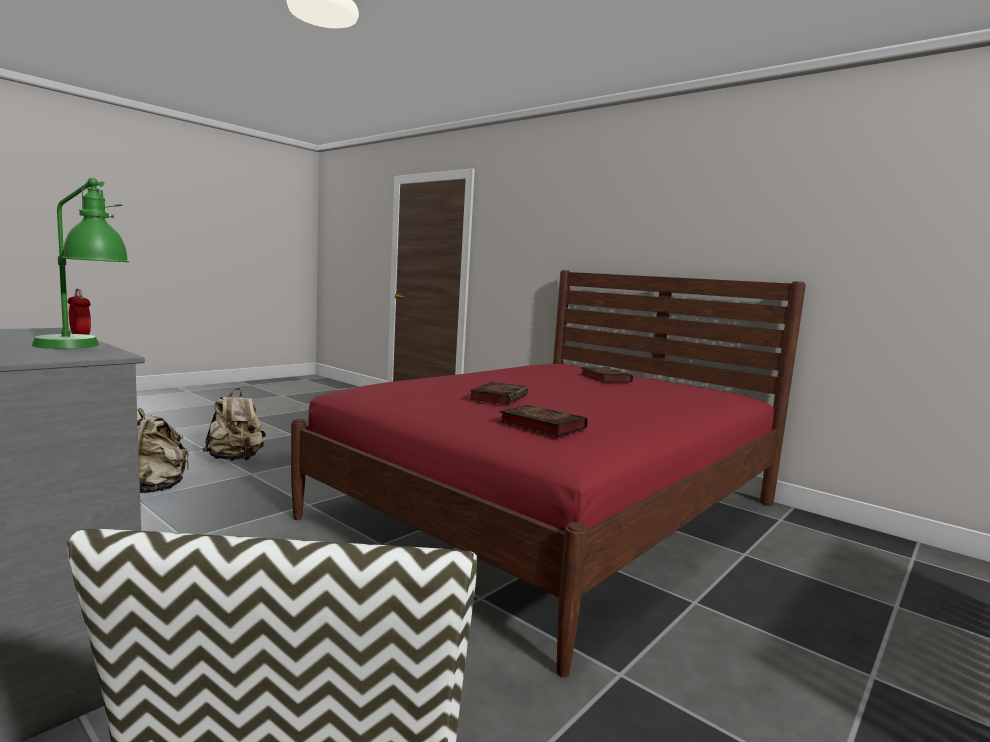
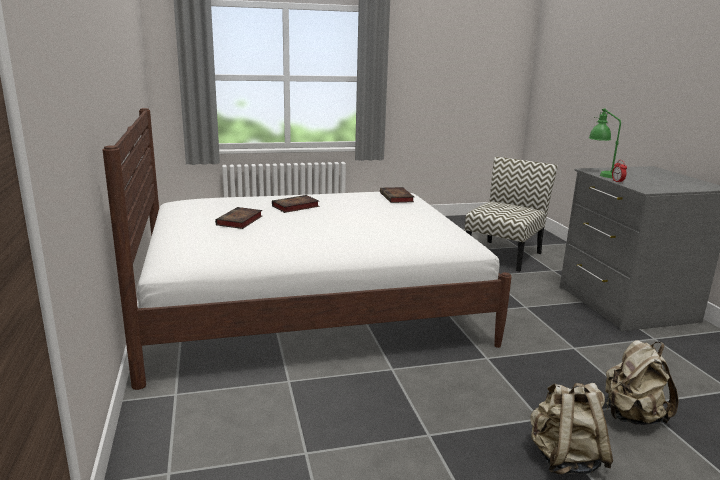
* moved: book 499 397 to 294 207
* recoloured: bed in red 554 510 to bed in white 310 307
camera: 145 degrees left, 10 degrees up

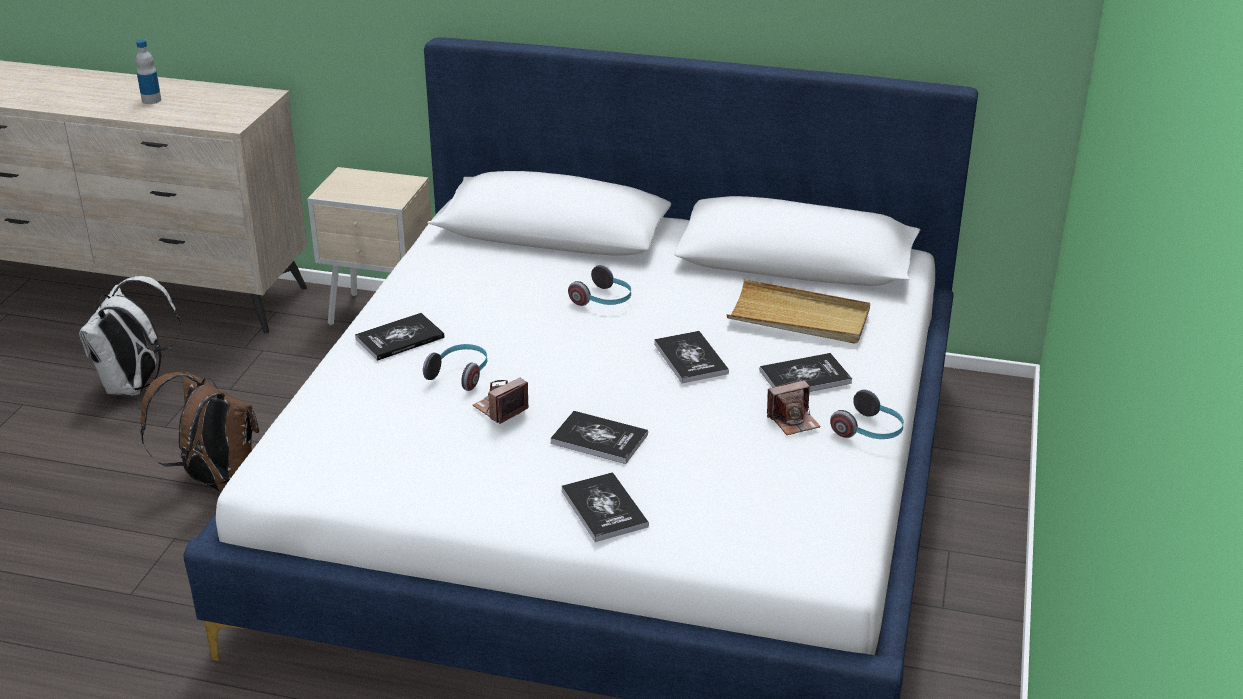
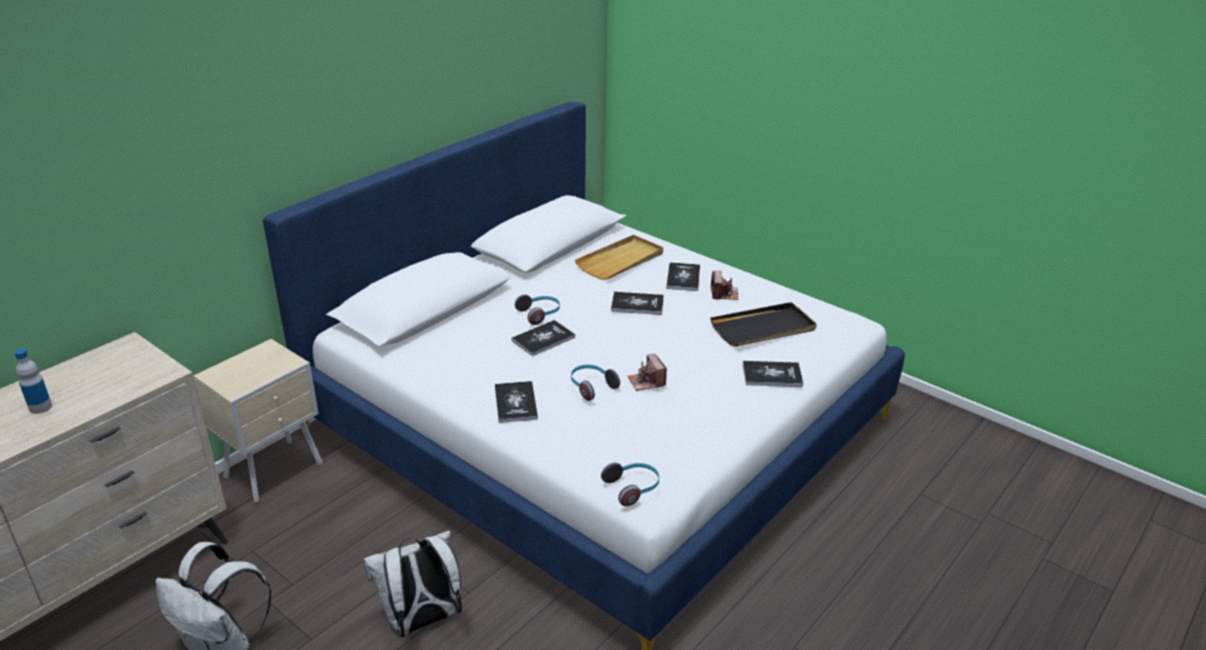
* added: tray in black 763 328
* moved: book 599 439 to 543 339
* moved: headphones 870 431 to 633 488
* recoloured: backpack in brown 214 481 to backpack in white 421 621
camera: 65 degrees left, 0 degrees up

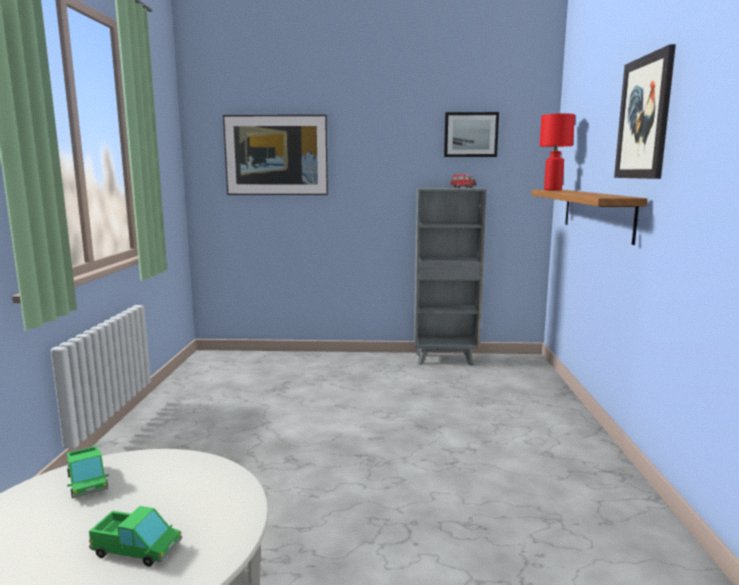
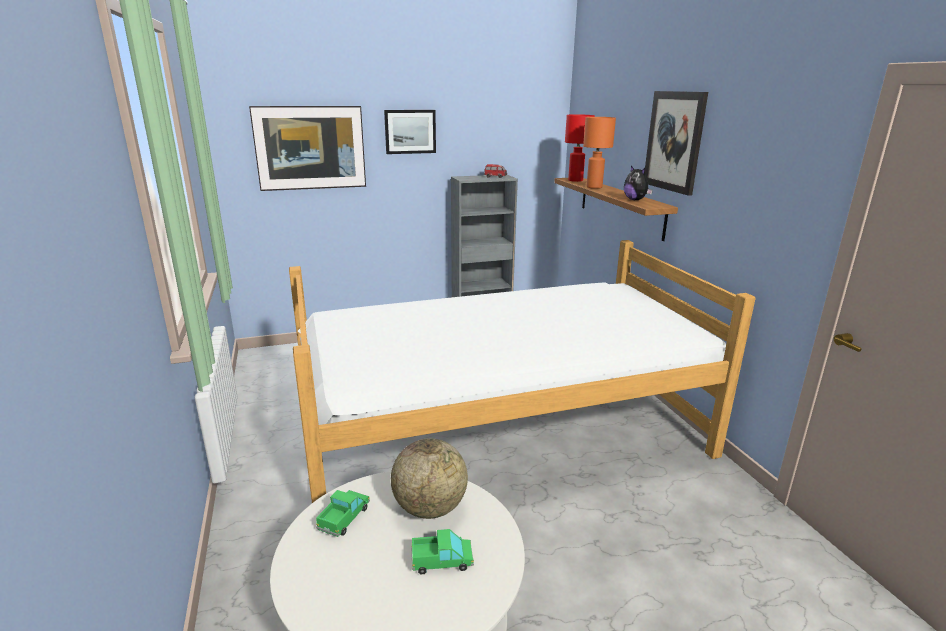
* added: bed 503 434
* added: globe 430 508
* added: table lamp in orange 594 187
* added: plush toy 635 200
* moved: picture 471 134 to 410 131
* turned: toy truck 87 482 = 344 518 105 degrees counterclockwise
camera: 20 degrees left, 10 degrees up

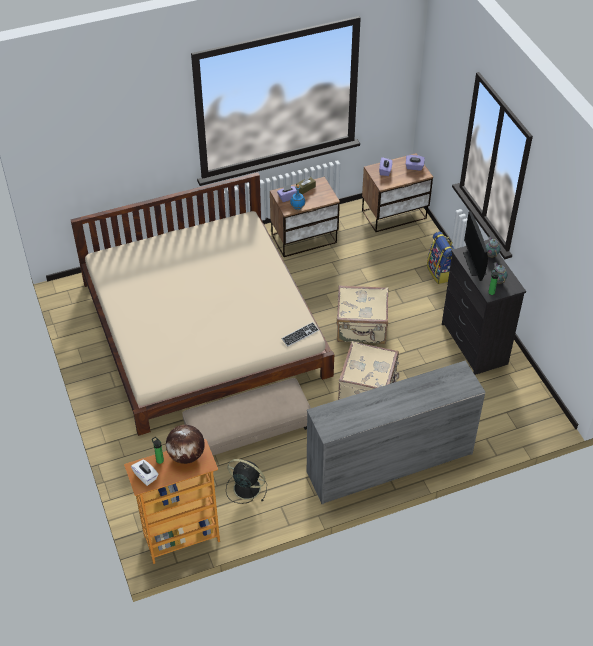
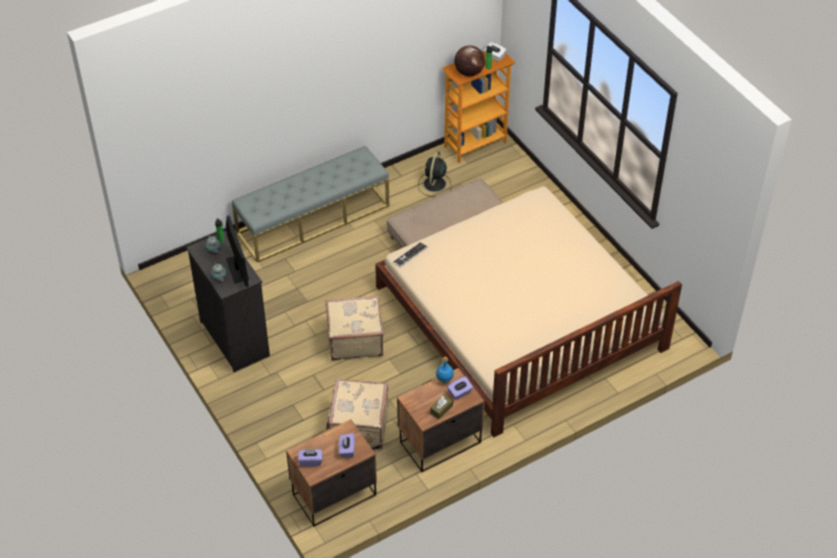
* removed: backpack 440 272
* moved: suitcase in beige 368 388 to 358 427
* replaced: dresser in grey 389 462 to bench in grey 313 219
* turned: fan in black 245 487 = 434 185 90 degrees clockwise
camera: 170 degrees right, 0 degrees up

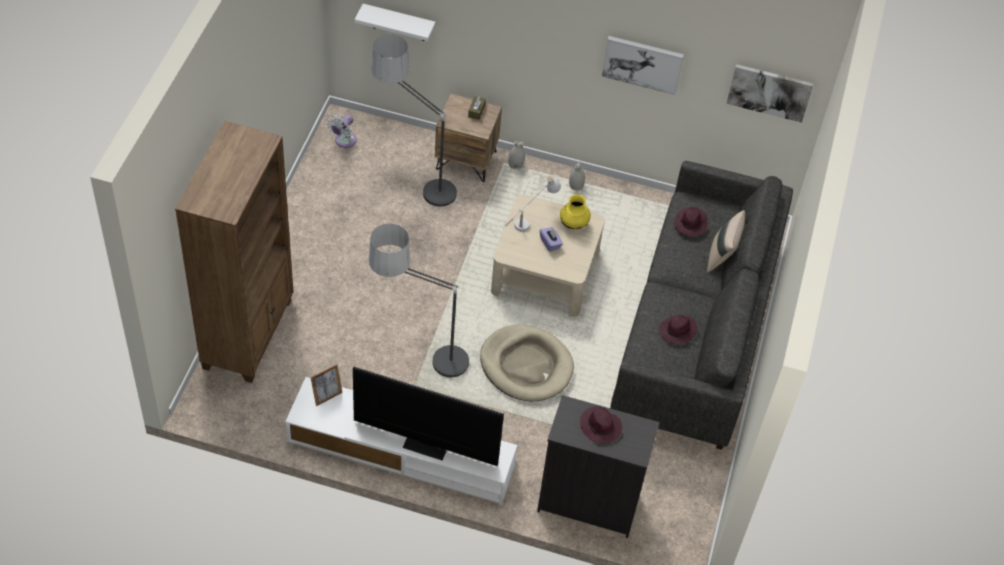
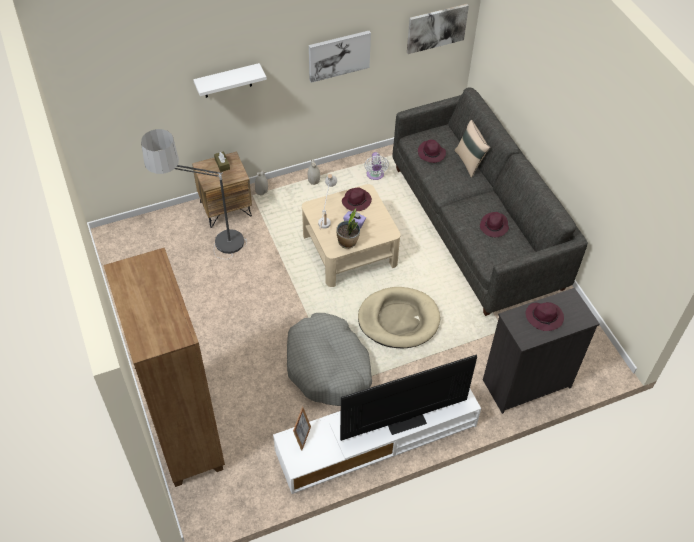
* added: potted plant 348 242
* moved: fan in white 343 141 to 375 175
* moved: shelf in white 398 23 to 227 81
* replaced: floor lamp 420 362 to dog bed in grey 328 367
* replaced: vase in yellow 573 224 to hat in purple 356 201
camera: 35 degrees left, 0 degrees up

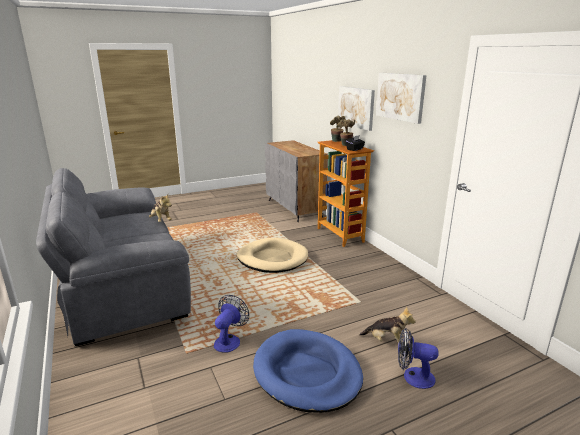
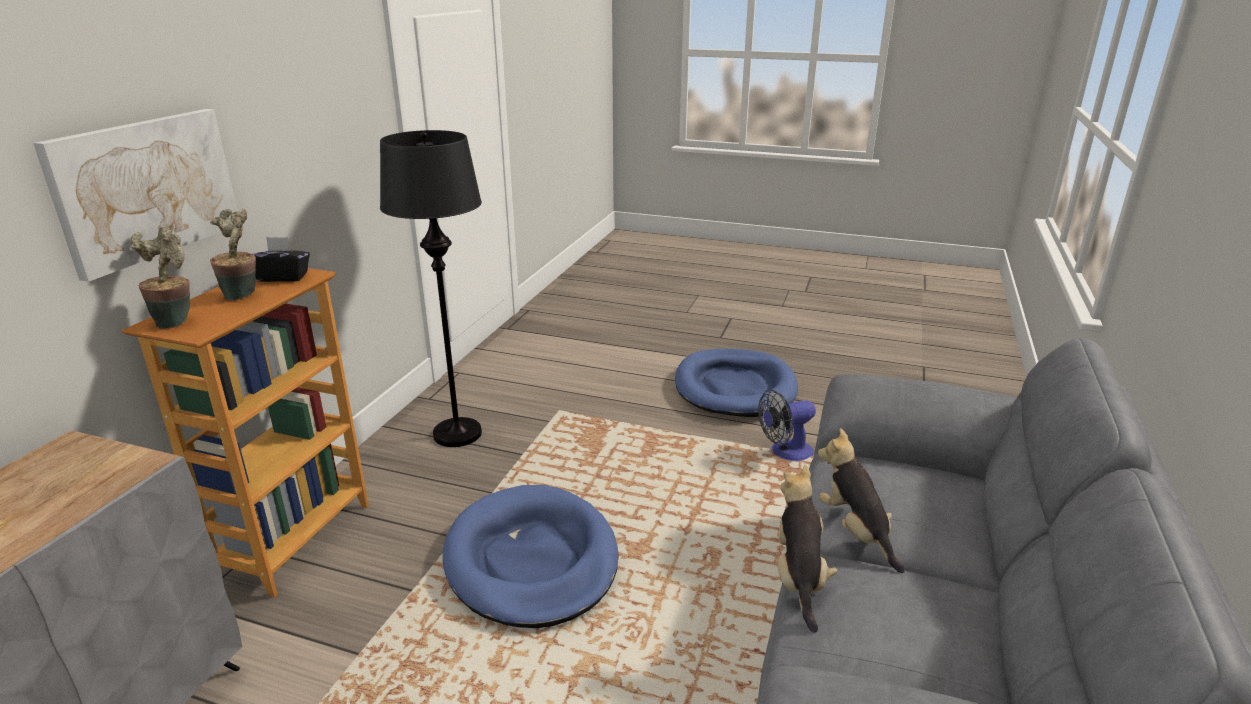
* removed: picture 400 96
* removed: fan 413 377
* added: floor lamp in black 457 433
* moved: plush toy 386 341 to 855 531
* recoloured: dog bed in beige 272 258 to dog bed in blue 531 560
camera: 135 degrees left, 5 degrees up

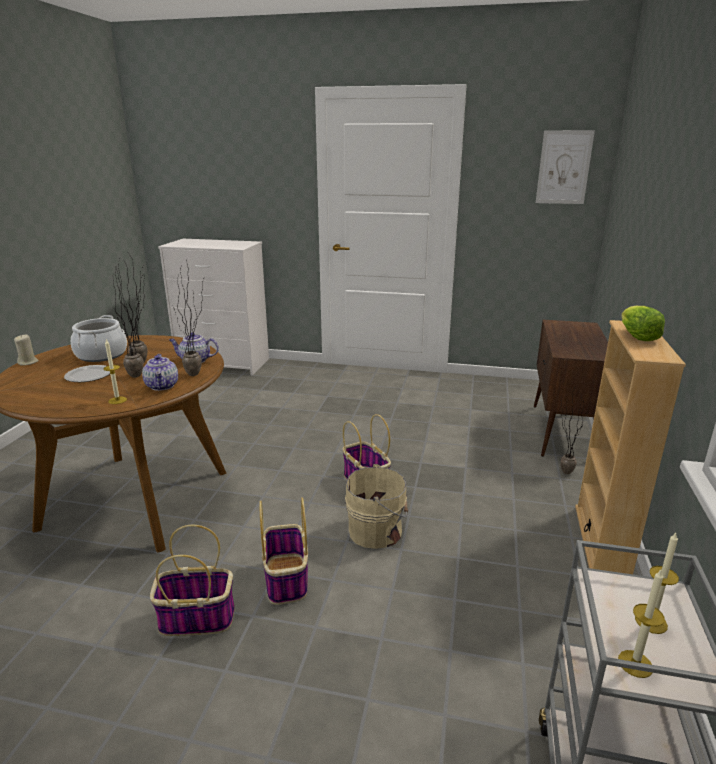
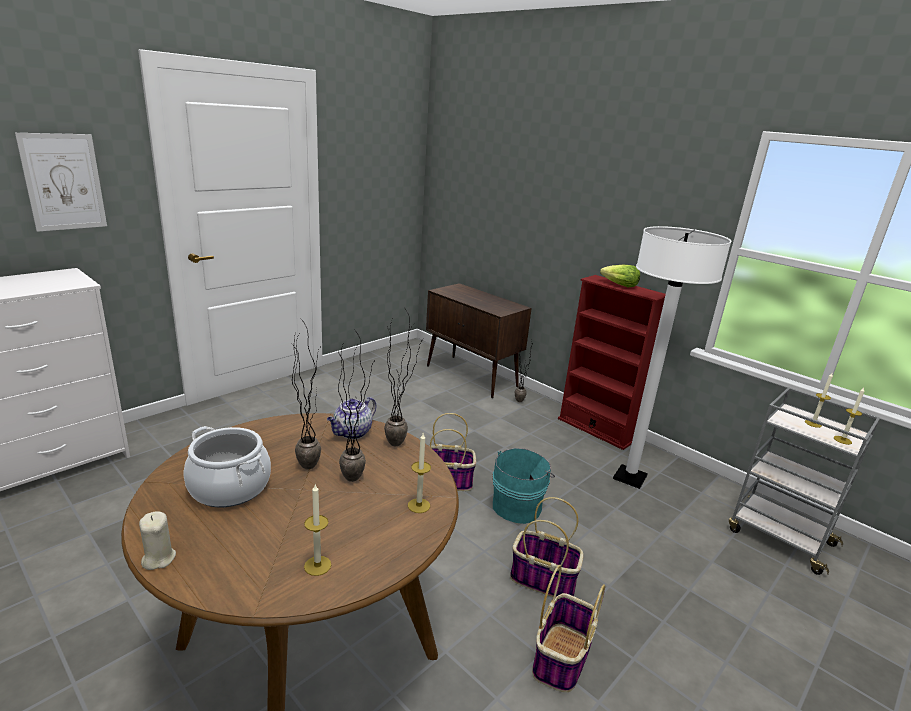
* removed: plate 89 375
* removed: teapot 162 386
* added: candle 317 565
* added: floor lamp in white 630 478
* moved: picture 564 167 to 63 182
* recoloured: bucket in beige 378 531 to bucket in turquoise 518 505
* recoloured: bookcase in beige 601 540 to bookcase in red 596 429
camera: 60 degrees left, 0 degrees up

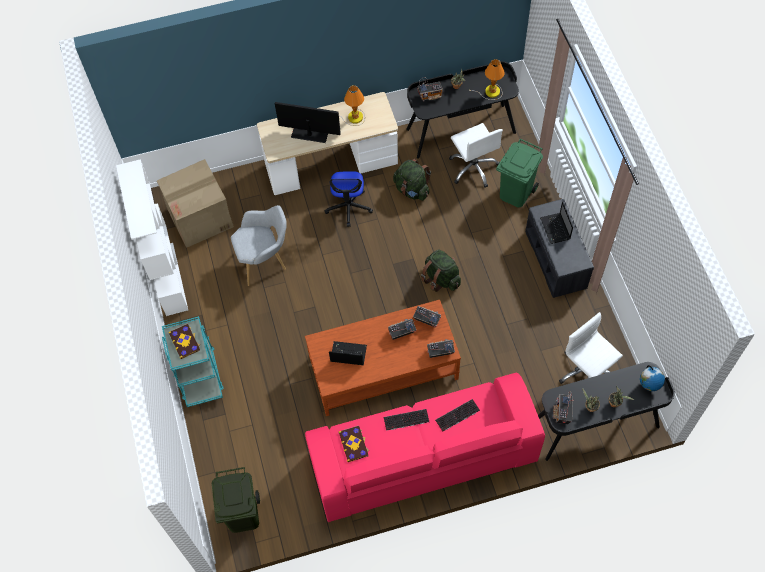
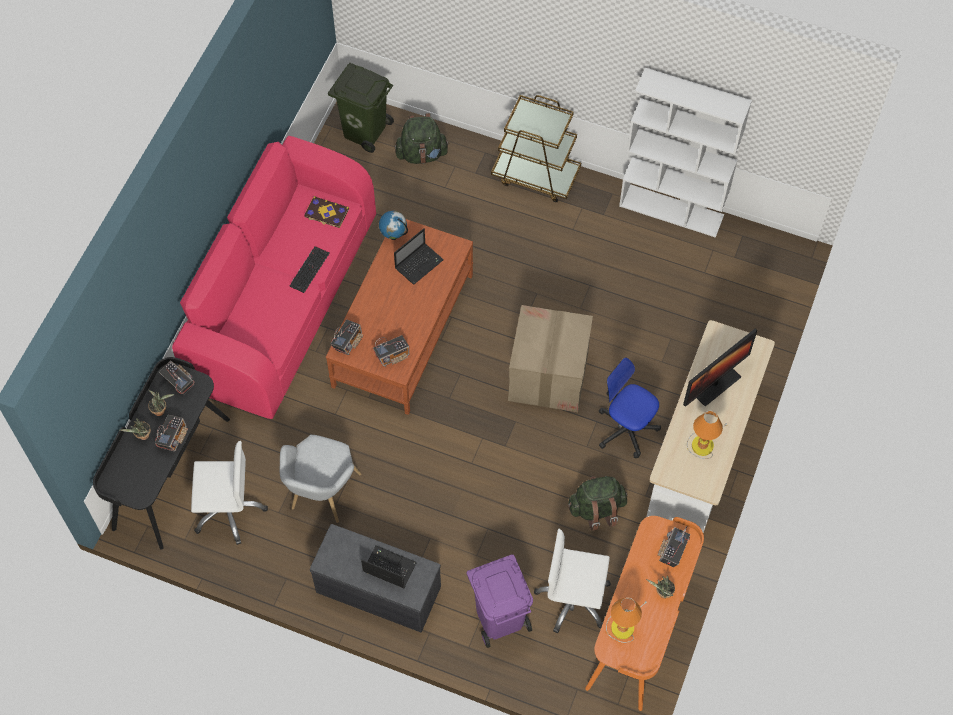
* removed: book 185 341
* removed: keyboard 457 416
* moved: cardboard box 201 217 to 548 376
* moved: armchair in grey 265 261 to 322 495
* moved: radio 401 333 to 173 438
* moved: backpack in green 441 278 to 422 154
* moved: globe 648 386 to 393 236
* recoloured: cart in turquoise 199 375 to cart in brown 536 175
* recoloured: desk in black 460 130 to desk in orange 641 627
* recoloured: trash can in green 515 193 to trash can in purple 500 617
camera: 125 degrees right, 0 degrees up

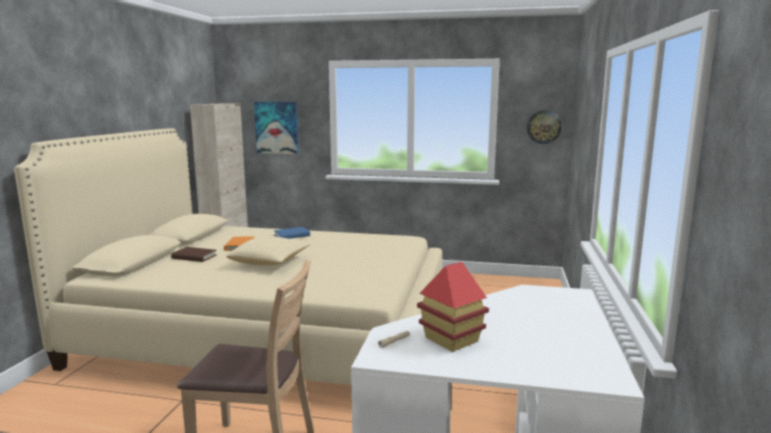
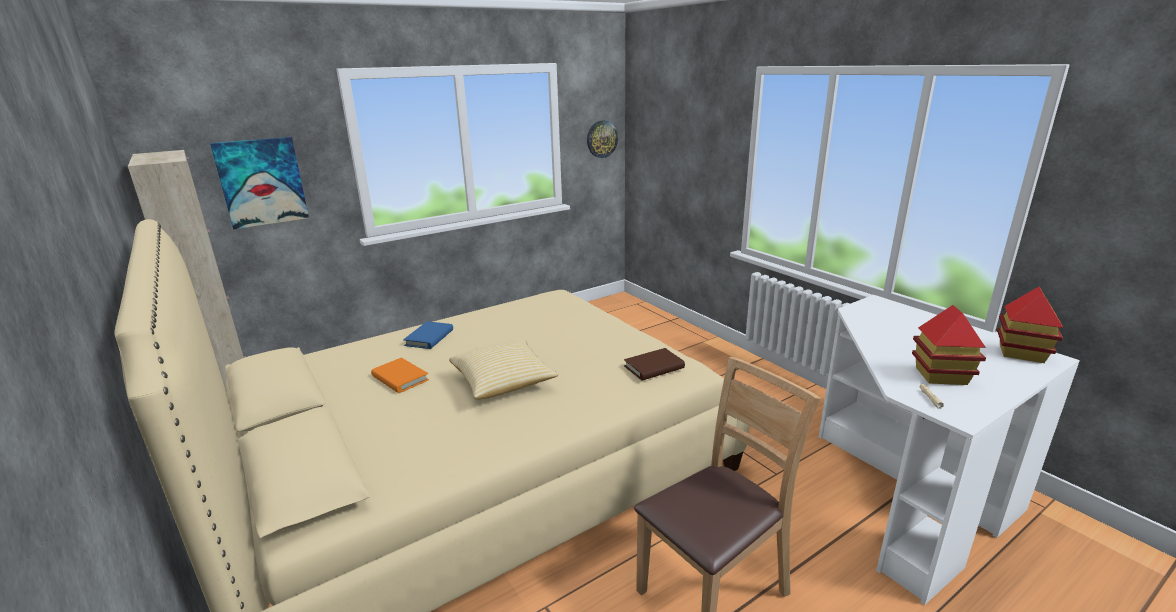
* added: toy house 1021 353
* moved: book in brown 194 257 to 654 367
camera: 45 degrees left, 10 degrees up

